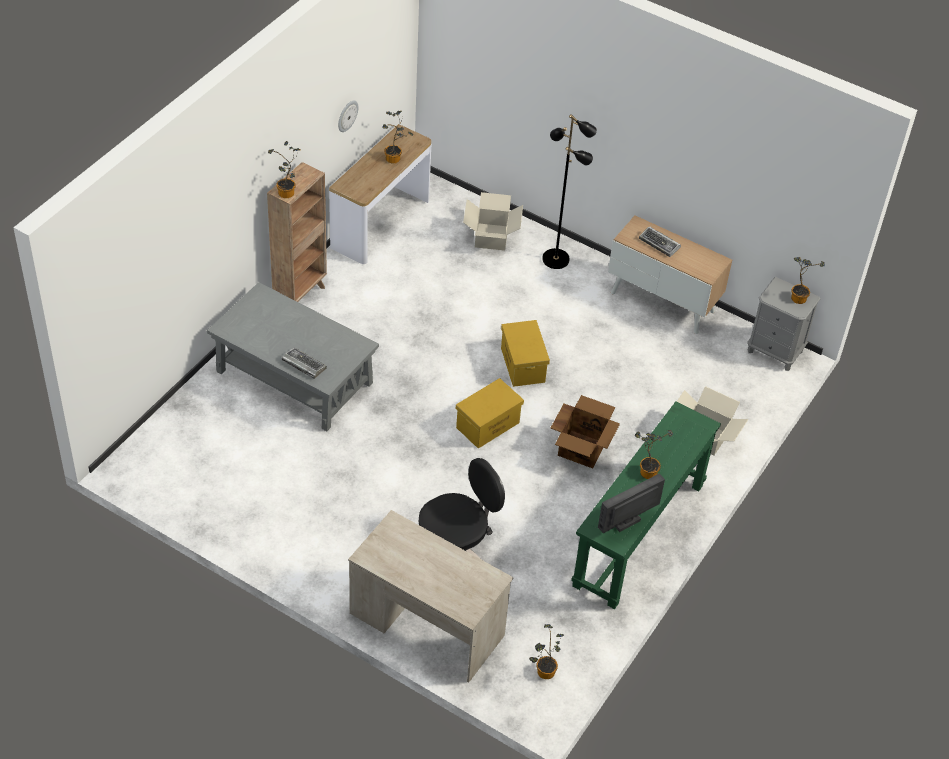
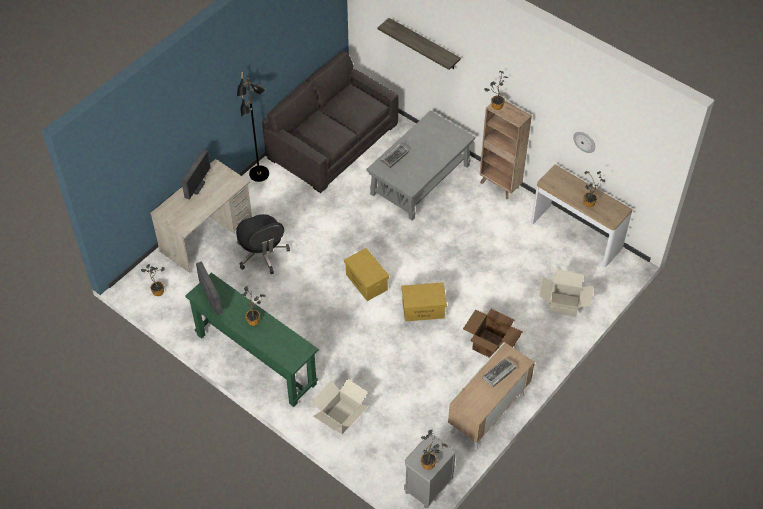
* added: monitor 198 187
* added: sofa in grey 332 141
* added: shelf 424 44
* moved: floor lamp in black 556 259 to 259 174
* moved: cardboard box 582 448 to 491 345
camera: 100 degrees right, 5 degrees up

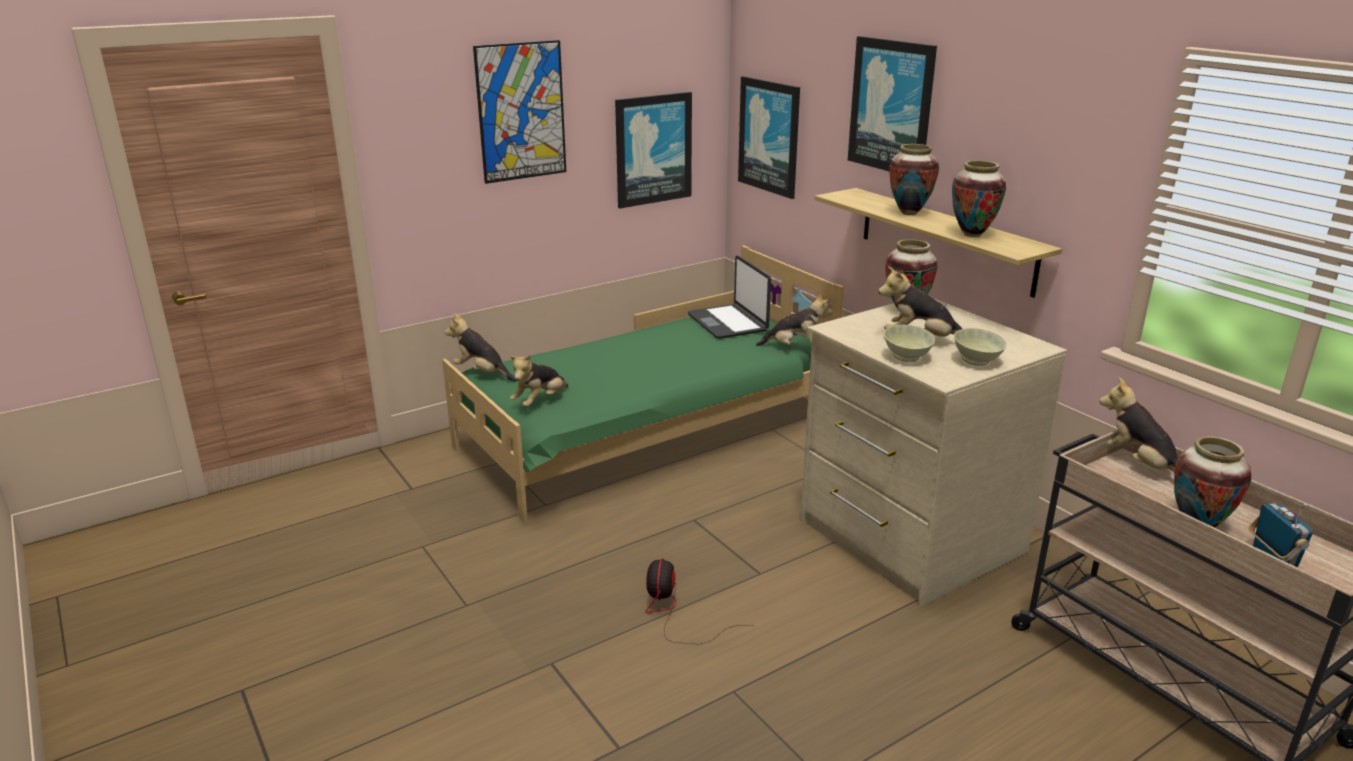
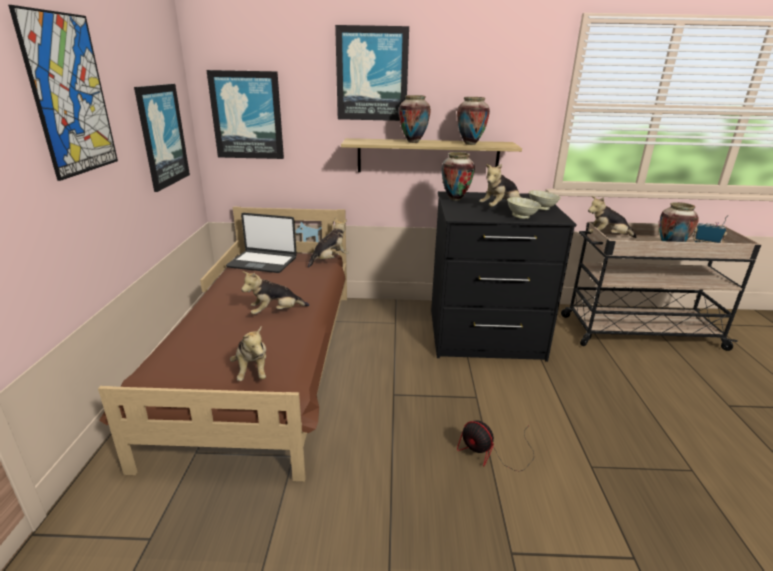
* moved: plush toy 482 373 to 275 312
* recoloured: bed in green 647 433 to bed in brown 267 363
* recoloured: dresser in beige 908 537 to dresser in black 484 335
camera: 55 degrees left, 0 degrees up

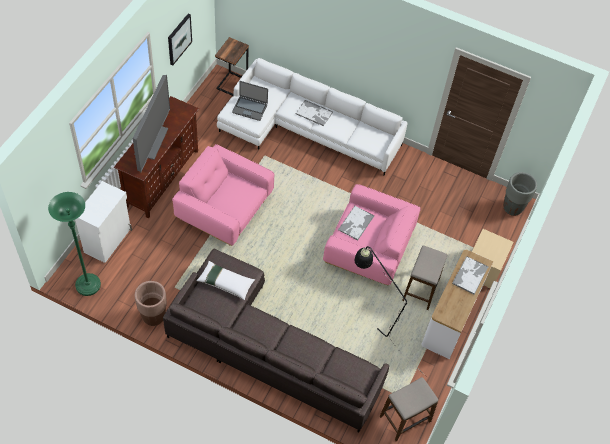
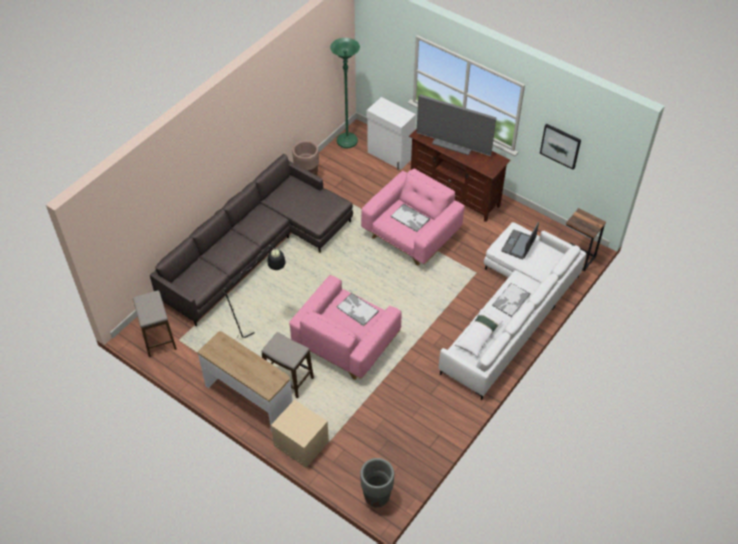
* moved: pillow in white 226 282 to 478 336
* moved: tray 470 275 to 410 218
camera: 105 degrees right, 5 degrees down

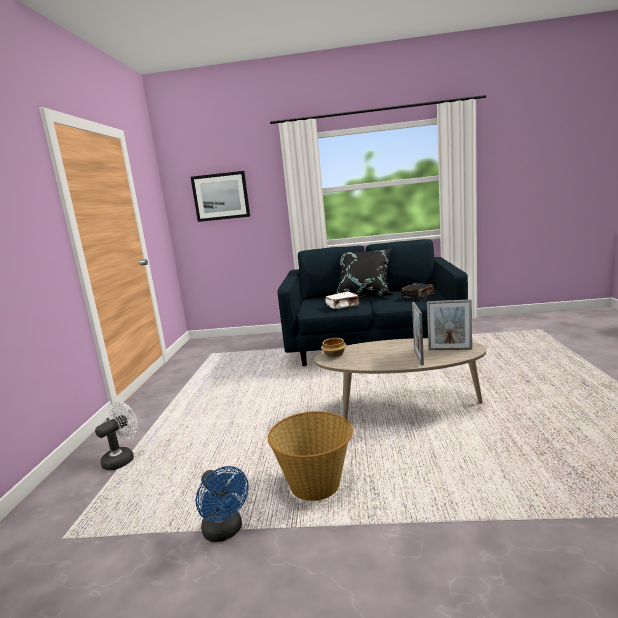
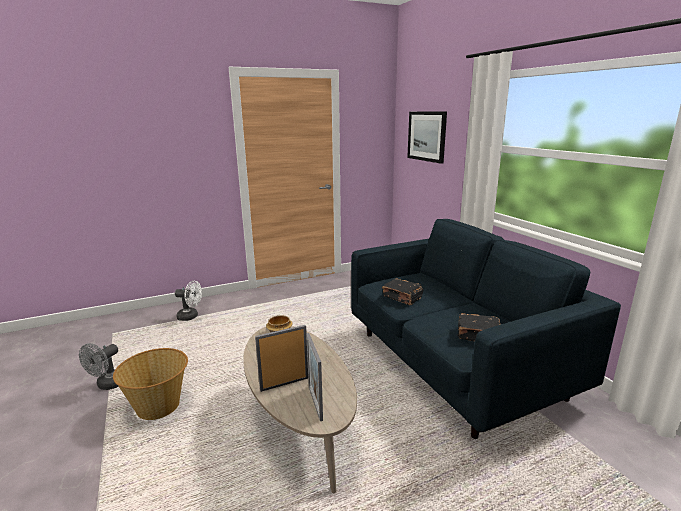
* removed: pillow in black 364 295
* recoloured: fan in blue 225 532 to fan in grey 108 385
* recoloured: book in white 343 306 to book in black 402 297
camera: 60 degrees right, 5 degrees up

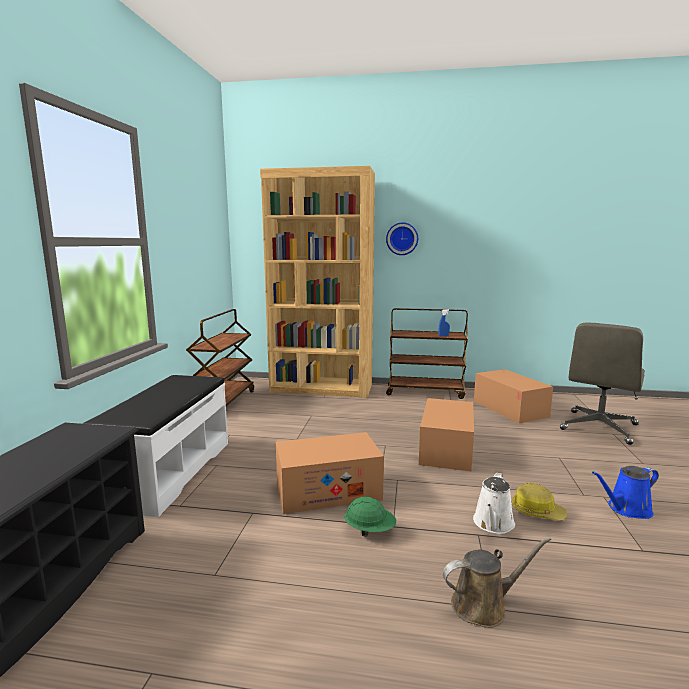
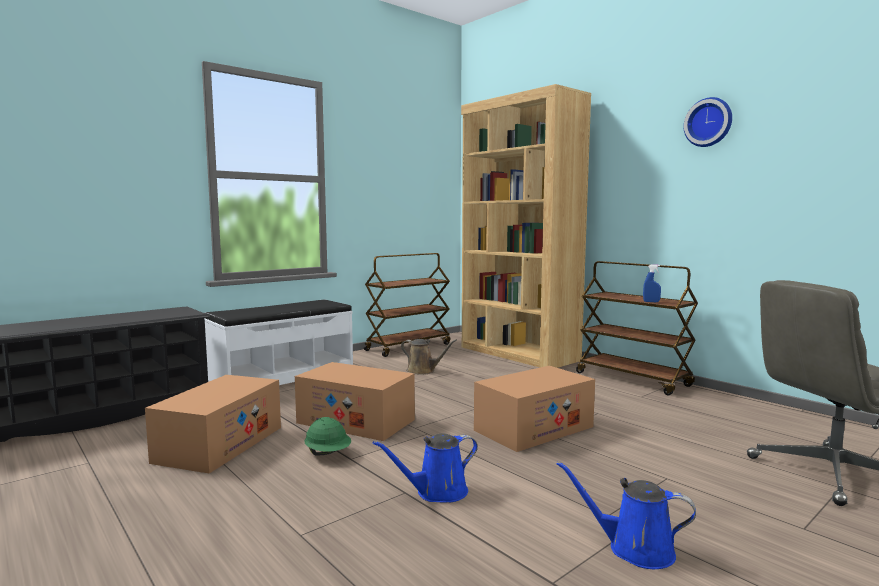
* removed: hard hat 537 511
* moved: wall clock 402 239 to 709 122
* moved: watering can in brown 483 605 to 423 371
* moved: cardboard box 510 408 to 219 444
* recoloured: watering can in white 493 524 to watering can in blue 437 492
camera: 40 degrees right, 5 degrees down

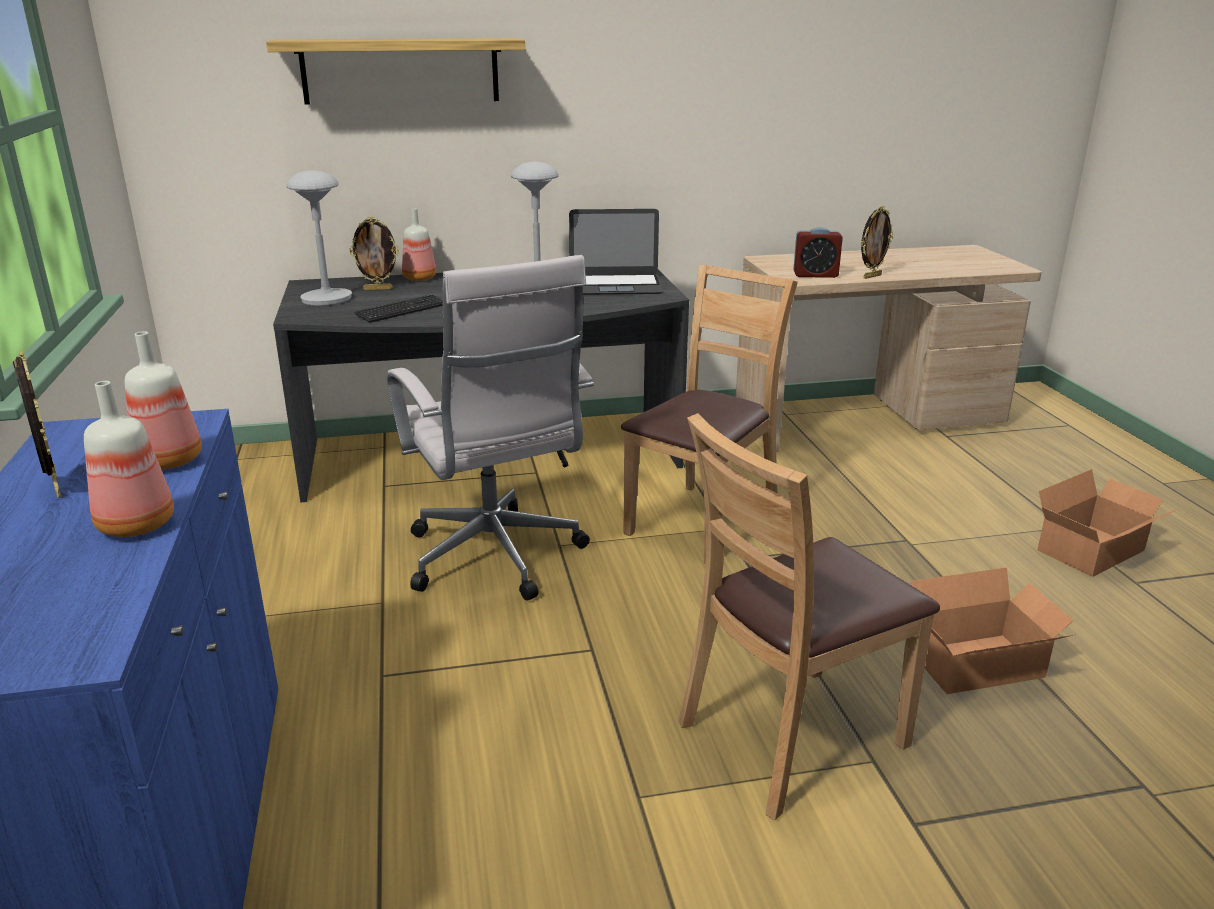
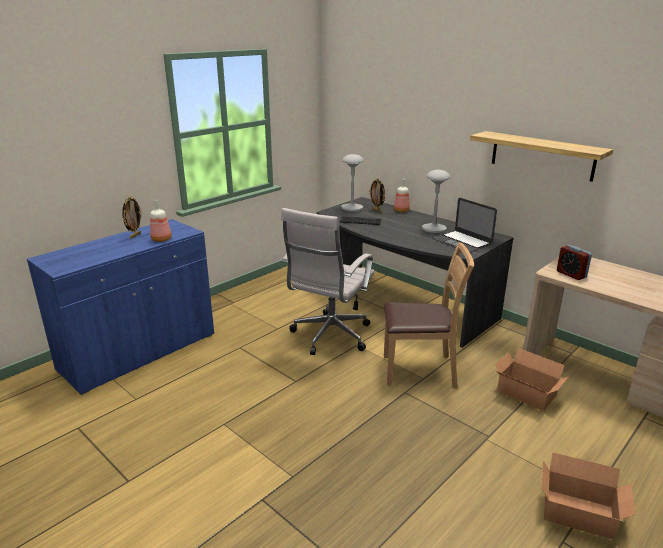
* removed: bottle 136 524
* removed: chair in brown 791 737
* removed: picture frame 871 276
* moved: shelf 400 71 to 542 155
* moved: cardboard box 981 666 to 526 394
camera: 55 degrees right, 0 degrees up

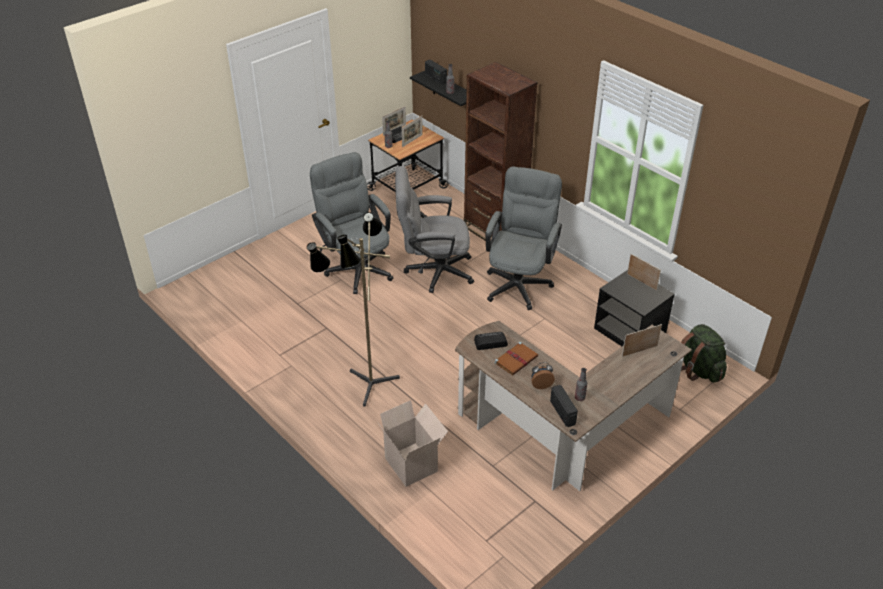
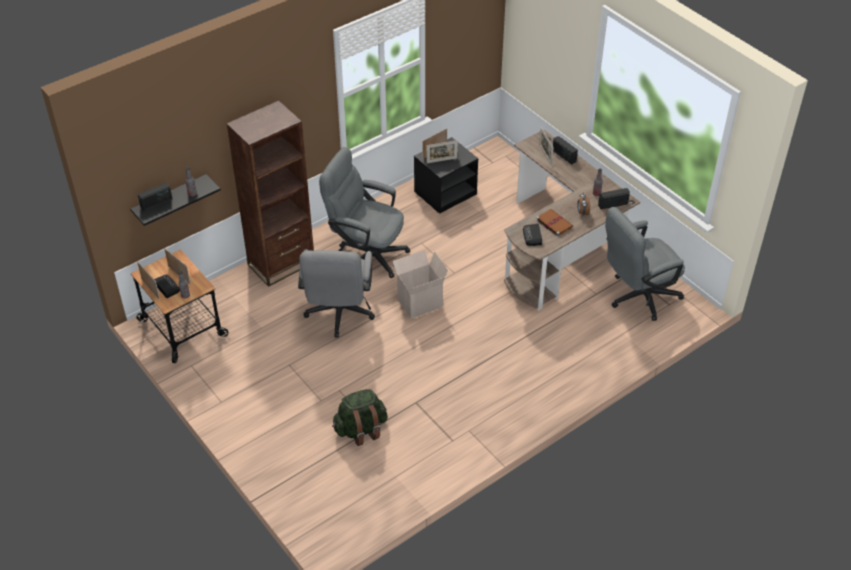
* removed: floor lamp 365 384
* added: picture frame 441 160
* added: radio 564 156
* moved: office chair in grey 356 266 to 637 297
* moved: cardboard box 413 464 to 420 301
* moved: backpack in green 698 369 to 361 429
camera: 85 degrees left, 5 degrees up

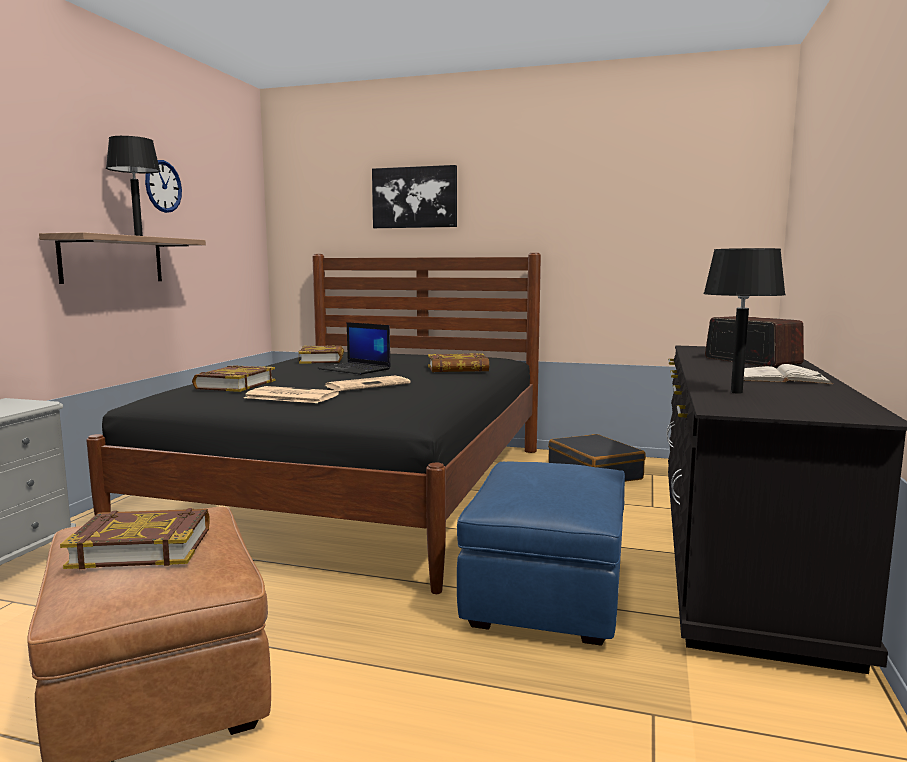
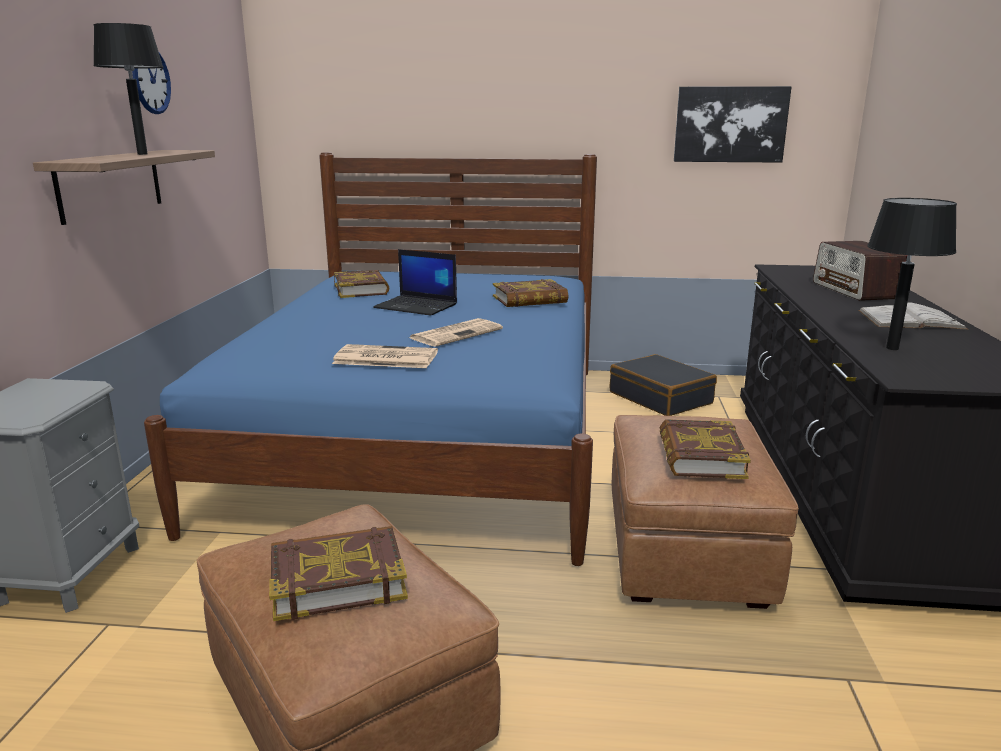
* moved: book 235 384 to 700 456
* moved: picture 415 197 to 730 124
* recoloured: bed in black 362 489 to bed in blue 426 437
* recoloured: ottoman in blue 547 593 to ottoman in brown 686 553
* turned: radio 751 361 = 855 290 150 degrees counterclockwise
camera: 10 degrees left, 10 degrees up

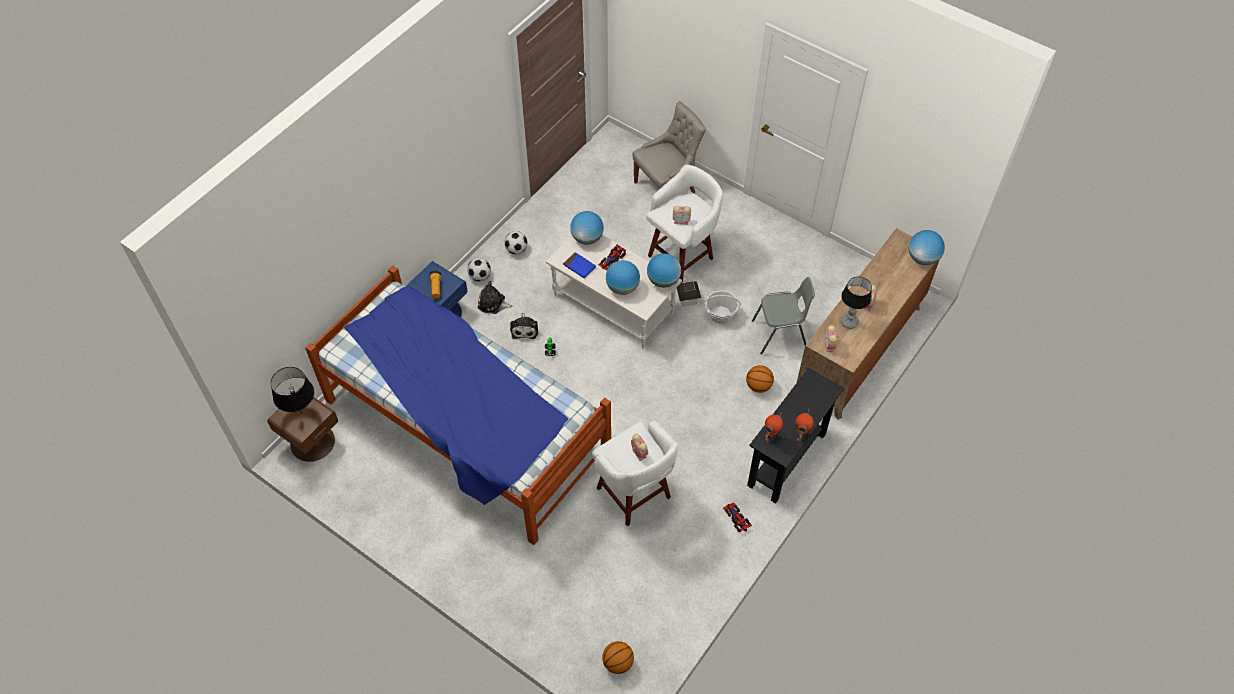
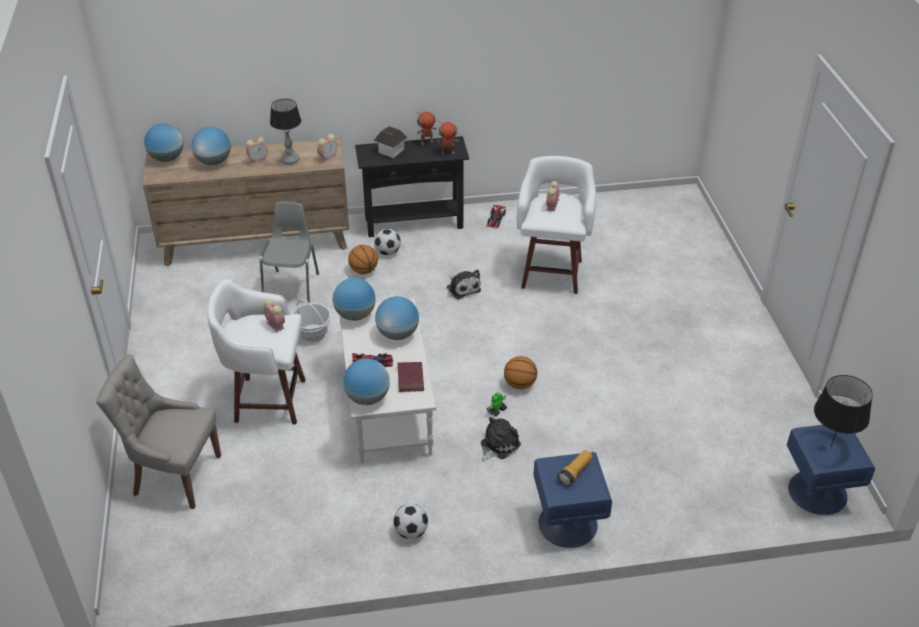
* removed: bed 465 427
* added: globe 214 162
* moved: football 480 276 to 387 252
* moved: plush toy 493 303 to 462 288
* moved: basketball 617 662 to 520 384
* moved: toy house 687 298 to 391 151
* recoloured: nightstand in brown 312 441 to nightstand in blue 817 493
* recoloured: book in blue 579 266 to book in red 410 378
* turned: chair in grey 780 334 = 292 288 60 degrees clockwise
camera: 135 degrees left, 15 degrees down

